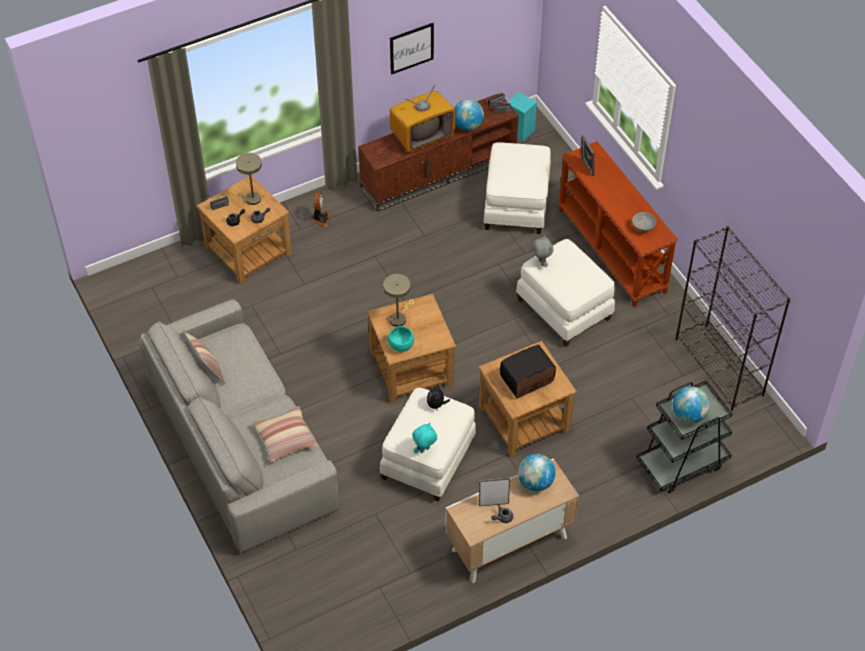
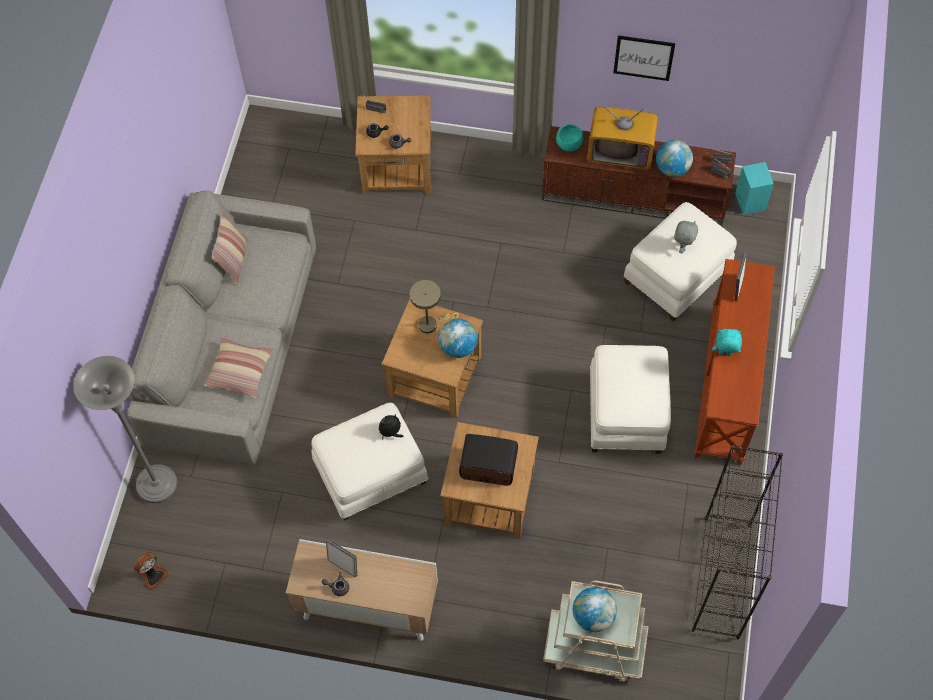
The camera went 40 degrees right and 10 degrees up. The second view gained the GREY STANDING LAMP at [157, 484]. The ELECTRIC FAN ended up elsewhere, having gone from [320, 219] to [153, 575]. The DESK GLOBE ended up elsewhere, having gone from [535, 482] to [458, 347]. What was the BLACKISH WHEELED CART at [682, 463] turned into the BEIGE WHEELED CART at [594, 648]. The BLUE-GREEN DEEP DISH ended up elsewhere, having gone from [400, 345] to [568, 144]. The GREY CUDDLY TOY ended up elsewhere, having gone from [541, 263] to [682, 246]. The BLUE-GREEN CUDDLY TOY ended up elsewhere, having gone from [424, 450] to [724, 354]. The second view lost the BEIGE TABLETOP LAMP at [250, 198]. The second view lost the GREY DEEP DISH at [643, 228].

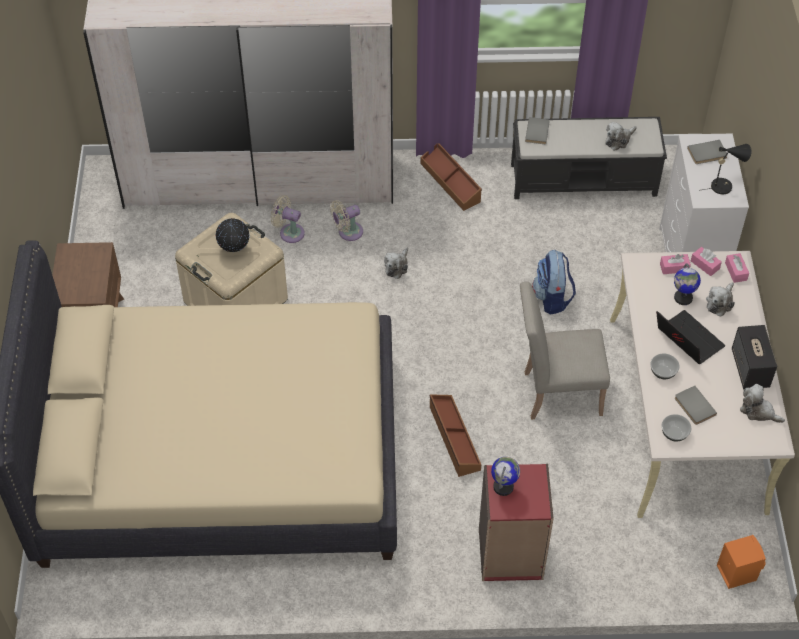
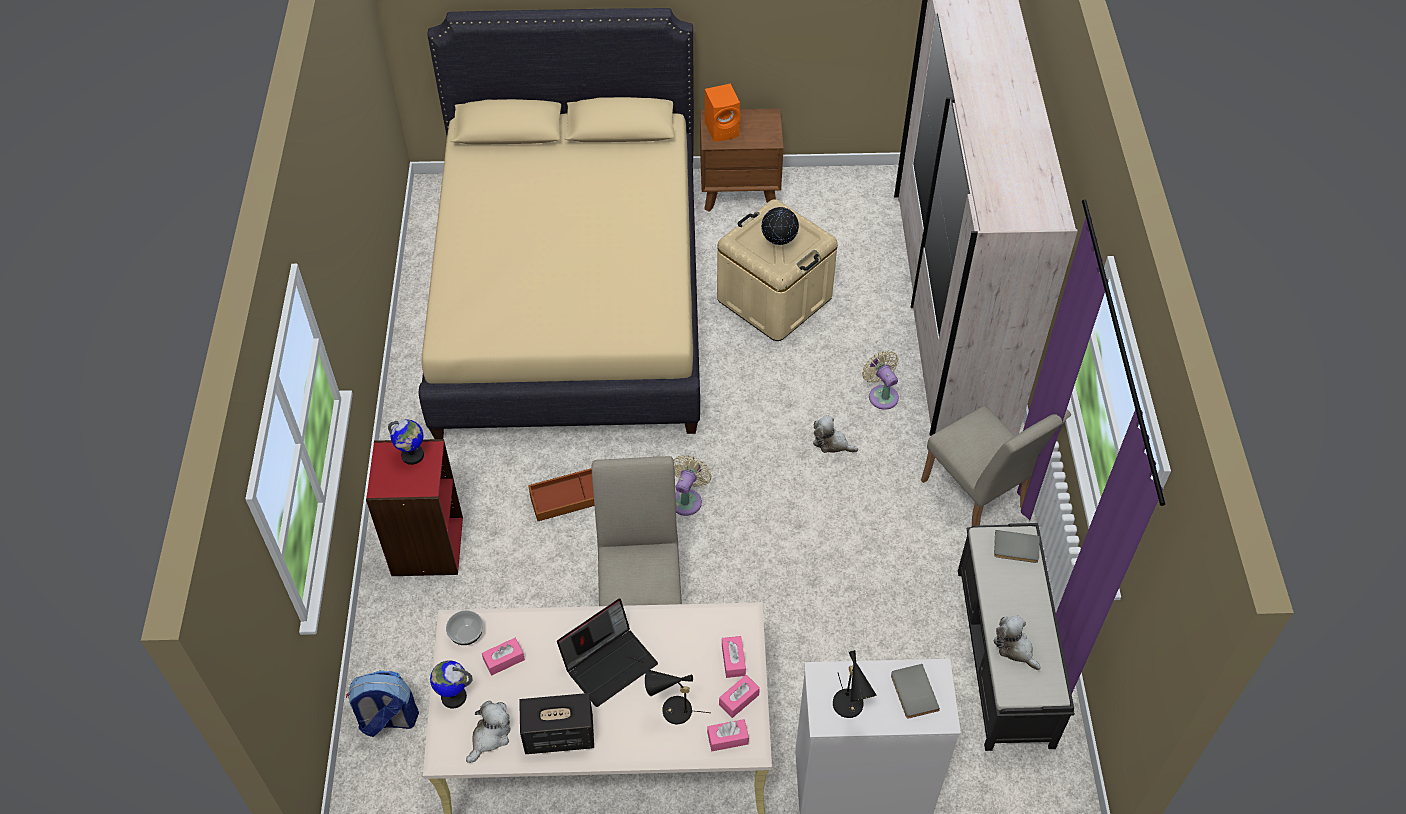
The camera went 90 degrees right and 0 degrees up. The BACKPACK ended up elsewhere, having gone from [552, 298] to [387, 719]. The DESK GLOBE ended up elsewhere, having gone from [683, 298] to [453, 696]. Where the GREY BOOK stood at [693, 407], the PINK TISSUE BOX came to stand at [504, 660]. Where the CUDDLY TOY stood at [720, 302], the BLACKISH TABLETOP LAMP came to stand at [672, 711]. The BEIGE ELECTRIC FAN ended up elsewhere, having gone from [289, 232] to [687, 499]. The ORANGEY SPEAKER ended up elsewhere, having gone from [736, 571] to [723, 129]. Where the BROWN-COLOURED STORAGE CONTAINER stood at [451, 182], the BEIGE UPRIGHT CHAIR came to stand at [978, 500]. The second view lost the DEEP DISH at [663, 372].

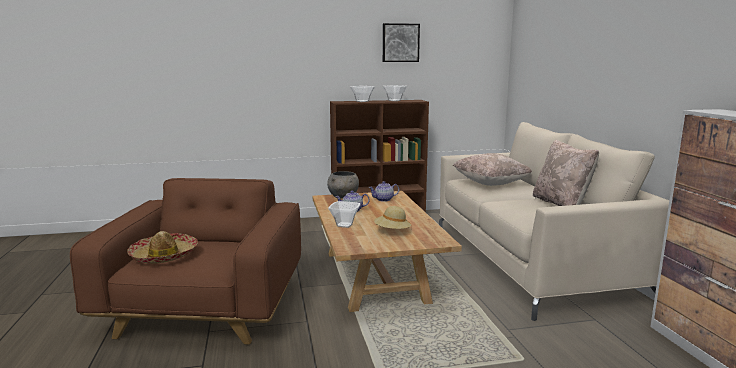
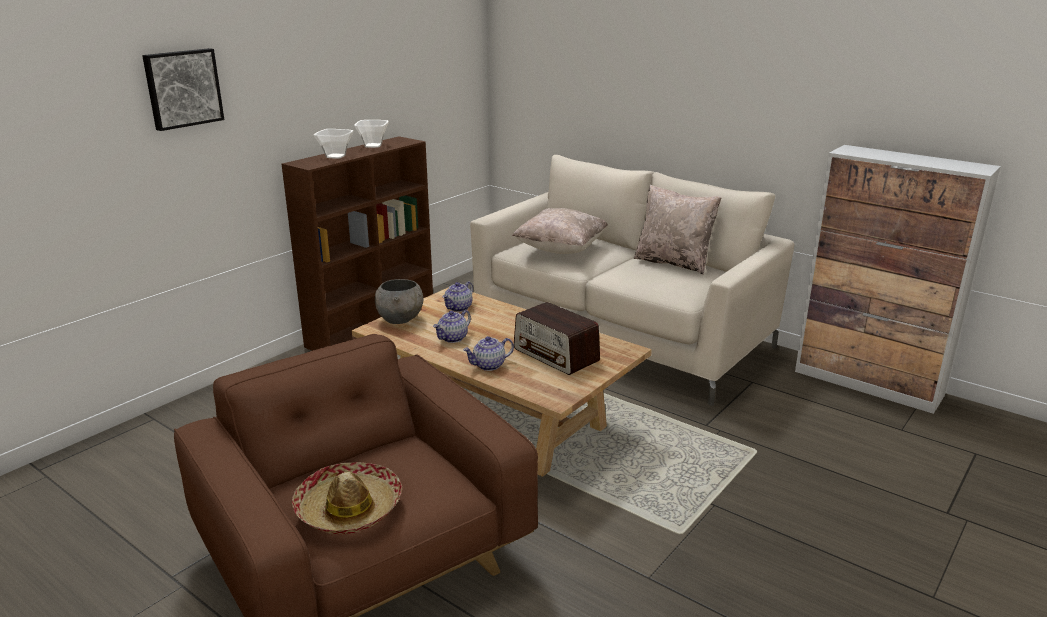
The camera went 40 degrees left and 10 degrees up. The PICTURE ended up elsewhere, having gone from [400, 43] to [182, 88]. Where the DEEP DISH stood at [345, 225], the POT FOR TEA came to stand at [489, 365]. Where the BEIGE CLOTHING HAT stood at [392, 231], the RADIO RECEIVER came to stand at [556, 355].

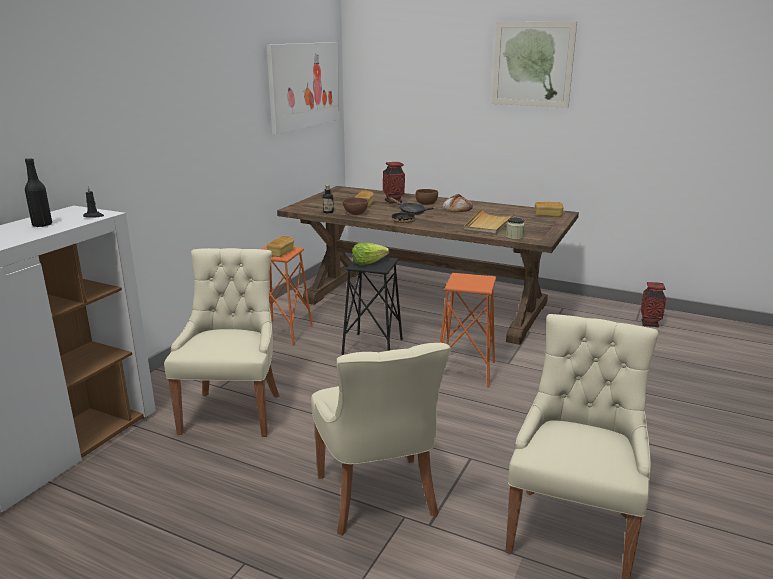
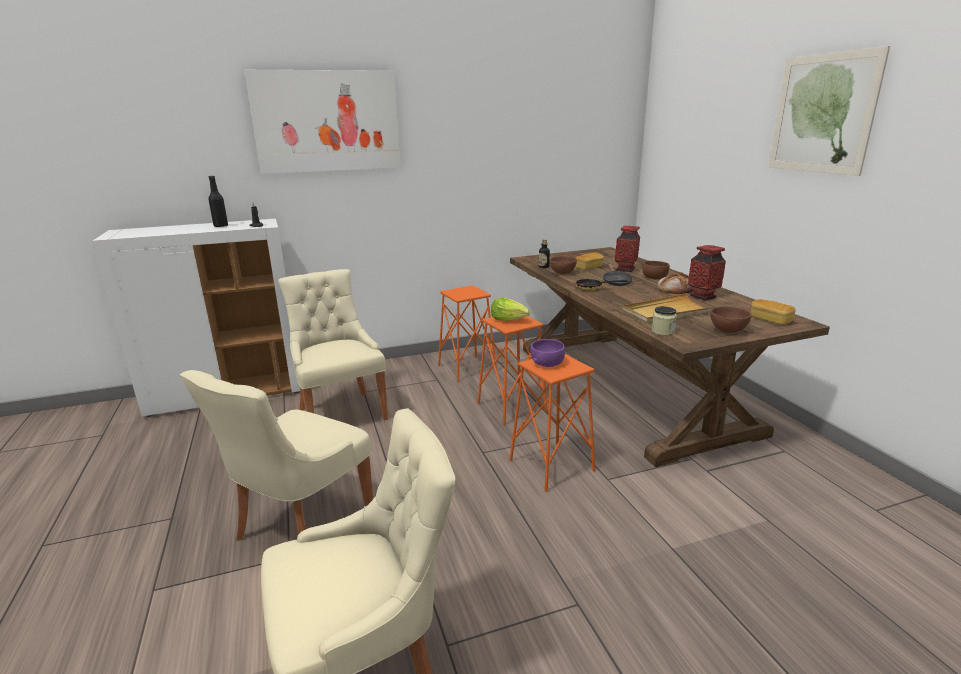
The camera went 45 degrees right and 0 degrees up. The PICTURE ended up elsewhere, having gone from [304, 85] to [327, 121]. The BEIGE UPRIGHT CHAIR at [233, 411] ended up facing another way, 75 degrees counterclockwise from before. What was the BLACKISH SITTING STOOL at [372, 347] turned into the ORANGEY SITTING STOOL at [511, 407]. The second view gained the PURPLISH DEEP DISH at [547, 363]. The FLOWER VASE ended up elsewhere, having gone from [649, 323] to [703, 297]. The second view gained the BROWN-COLOURED DEEP DISH at [727, 330]. The second view lost the BAKED BREAD at [281, 253].

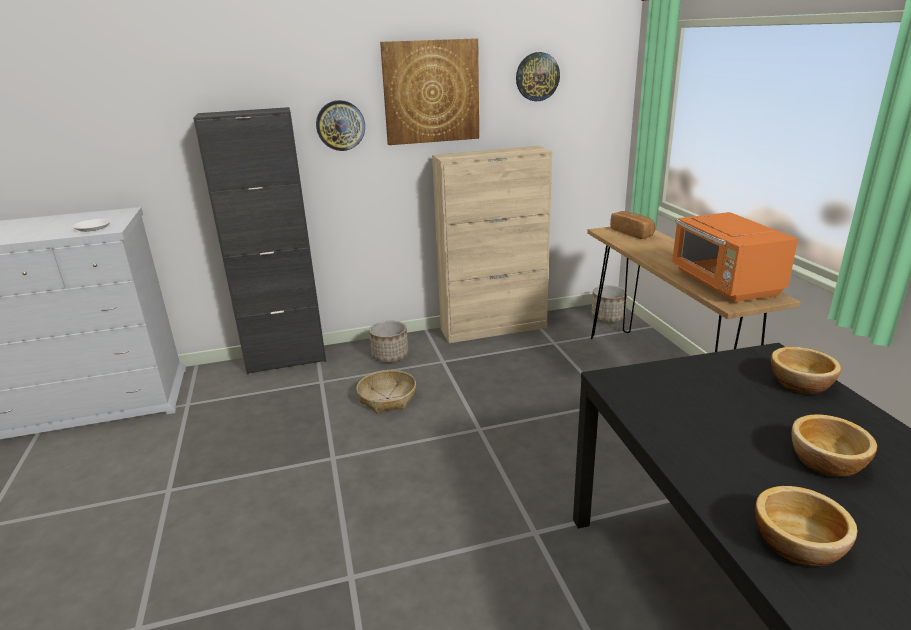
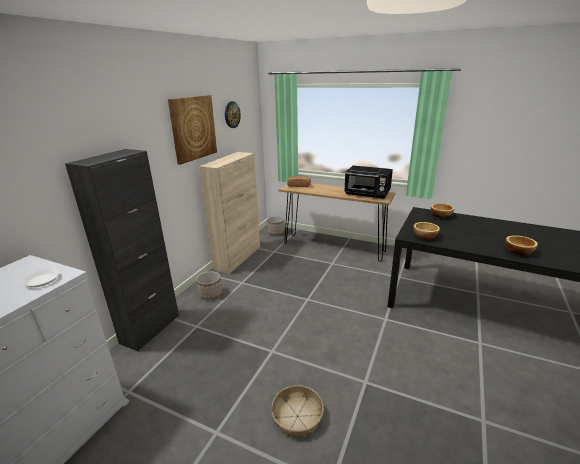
The camera went 50 degrees left and 0 degrees up. The HOUSEHOLD BASKET ended up elsewhere, having gone from [387, 398] to [297, 416]. What was the ORANGEY MICROWAVE at [724, 284] turned into the BLACKISH MICROWAVE at [367, 194]. The DEEP DISH ended up elsewhere, having gone from [827, 462] to [425, 236]. The second view lost the CLOCK ON THE WALL at [340, 125].

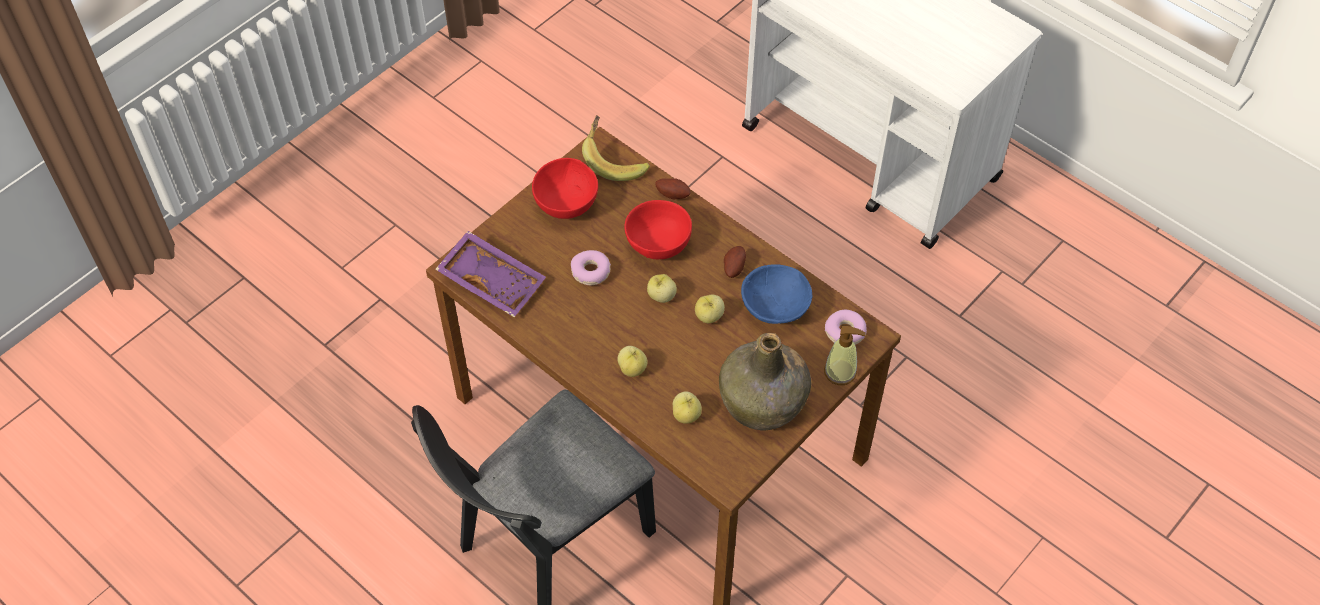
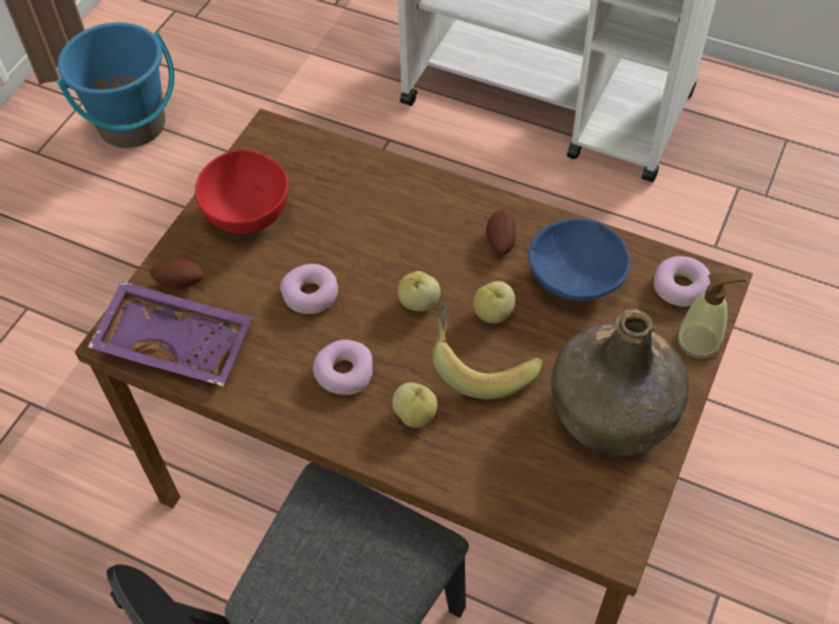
The camera went 15 degrees left and 0 degrees up. The second view gained the BLUE-COLOURED BUCKET at [132, 125]. The SPUD ended up elsewhere, having gone from [673, 194] to [180, 281]. The second view gained the DONUT at [344, 372]. The BANANA FRUIT ended up elsewhere, having gone from [615, 160] to [481, 363]. The second view lost the RED-COLOURED DEEP DISH at [656, 245]. The second view lost the APPLE FRUIT at [686, 415].

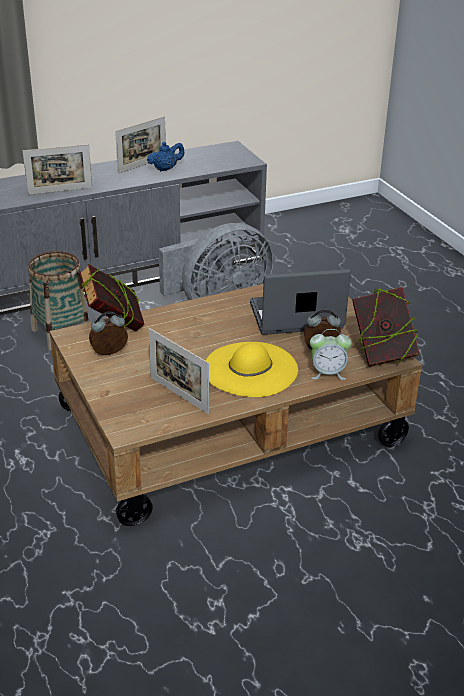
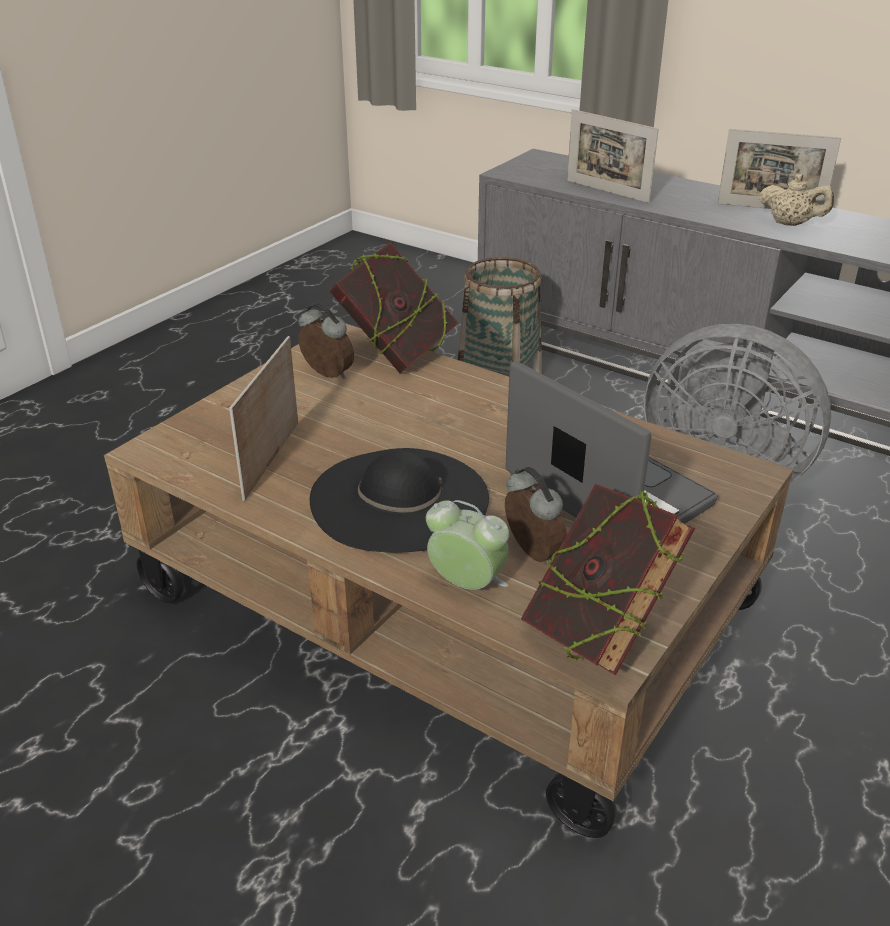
The camera went 60 degrees right and 0 degrees up. What was the YELLOW-COLOURED CLOTHING HAT at [250, 369] turned into the BLACKISH CLOTHING HAT at [399, 499]. The TABLE CLOCK at [328, 373] ended up facing another way, 150 degrees clockwise from before. What was the BLUE-COLOURED POT FOR TEA at [165, 169] turned into the BEIGE POT FOR TEA at [790, 224].

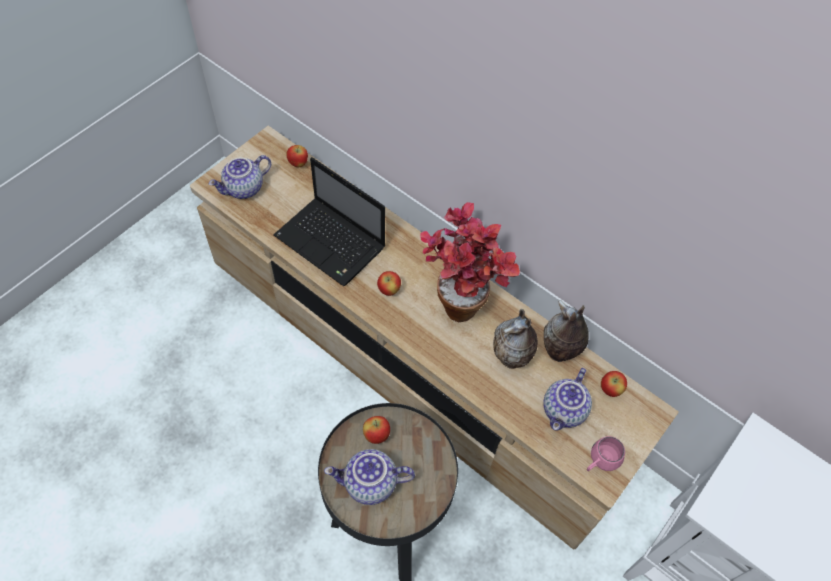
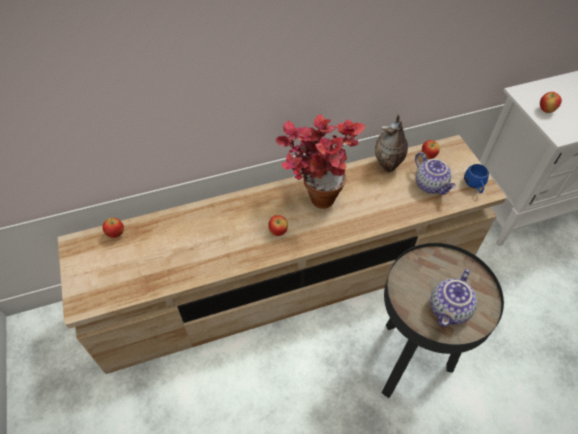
The camera went 55 degrees left and 5 degrees down. What was the PINK TEA MUG at [600, 462] turned into the BLUE-COLOURED TEA MUG at [474, 186]. The APPLE FRUIT ended up elsewhere, having gone from [376, 435] to [546, 110]. The second view lost the POT FOR TEA at [244, 189]. The second view lost the LAPTOP at [332, 243]. The second view lost the FLOWER VASE at [511, 359].

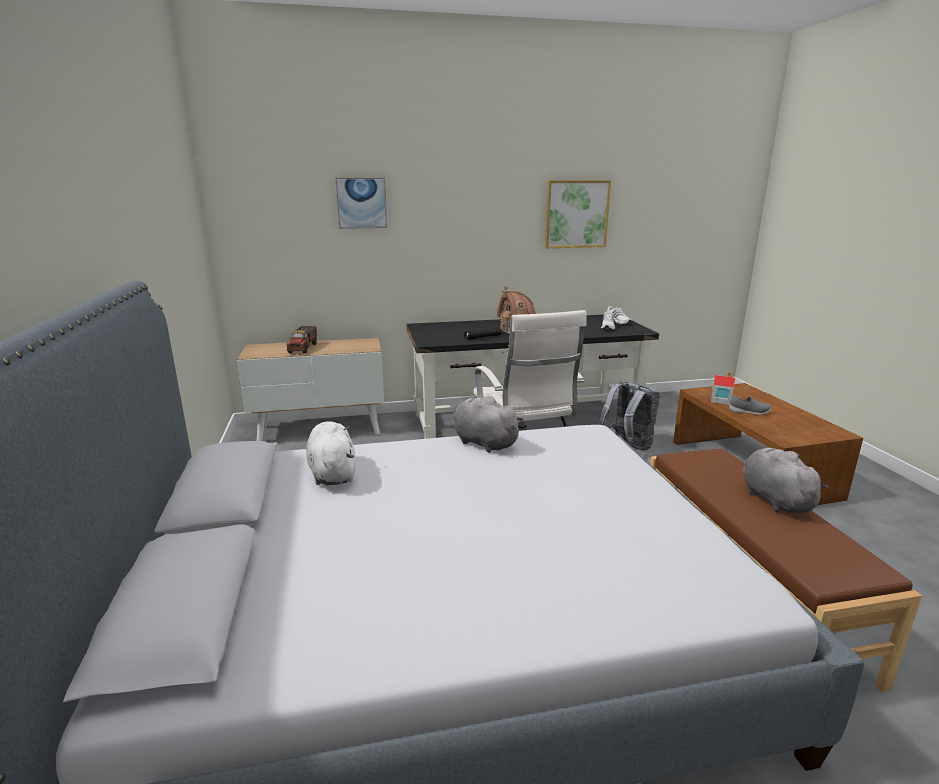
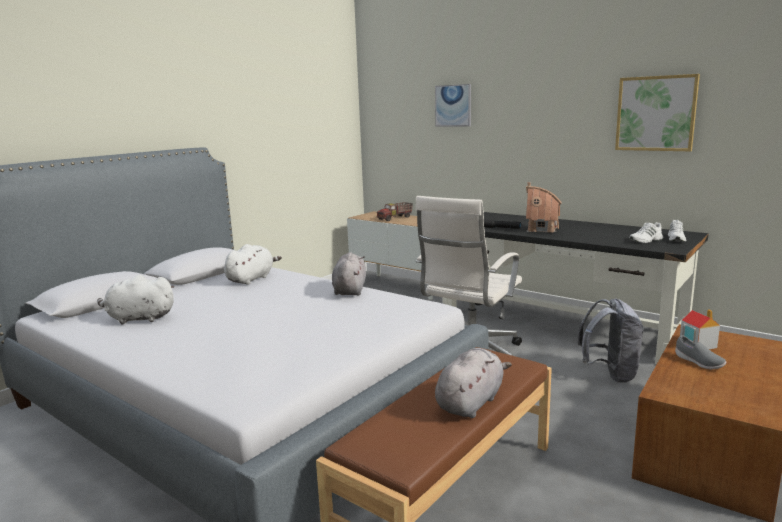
The camera went 50 degrees right and 5 degrees down. The second view gained the WHITISH CUDDLY TOY at [138, 319].

